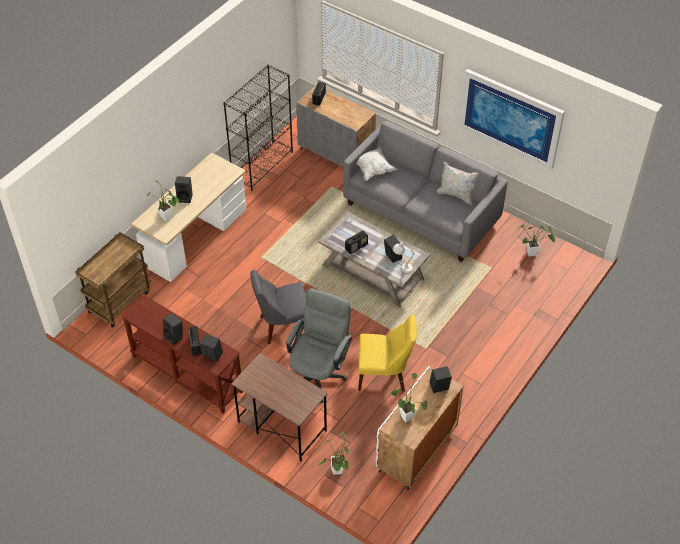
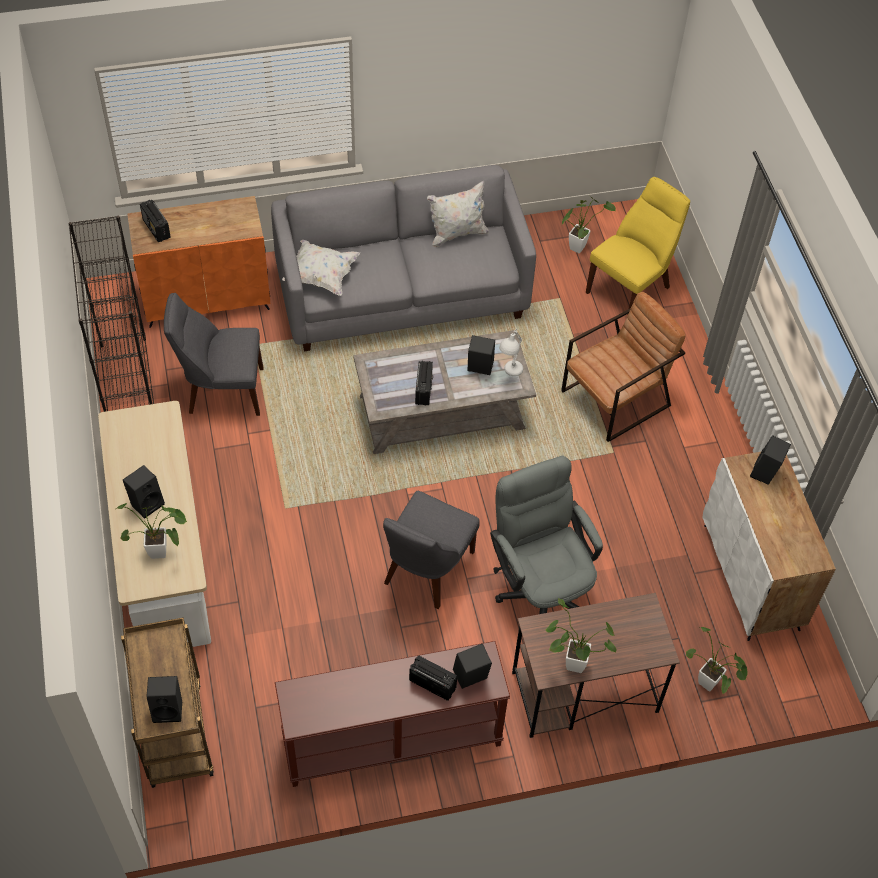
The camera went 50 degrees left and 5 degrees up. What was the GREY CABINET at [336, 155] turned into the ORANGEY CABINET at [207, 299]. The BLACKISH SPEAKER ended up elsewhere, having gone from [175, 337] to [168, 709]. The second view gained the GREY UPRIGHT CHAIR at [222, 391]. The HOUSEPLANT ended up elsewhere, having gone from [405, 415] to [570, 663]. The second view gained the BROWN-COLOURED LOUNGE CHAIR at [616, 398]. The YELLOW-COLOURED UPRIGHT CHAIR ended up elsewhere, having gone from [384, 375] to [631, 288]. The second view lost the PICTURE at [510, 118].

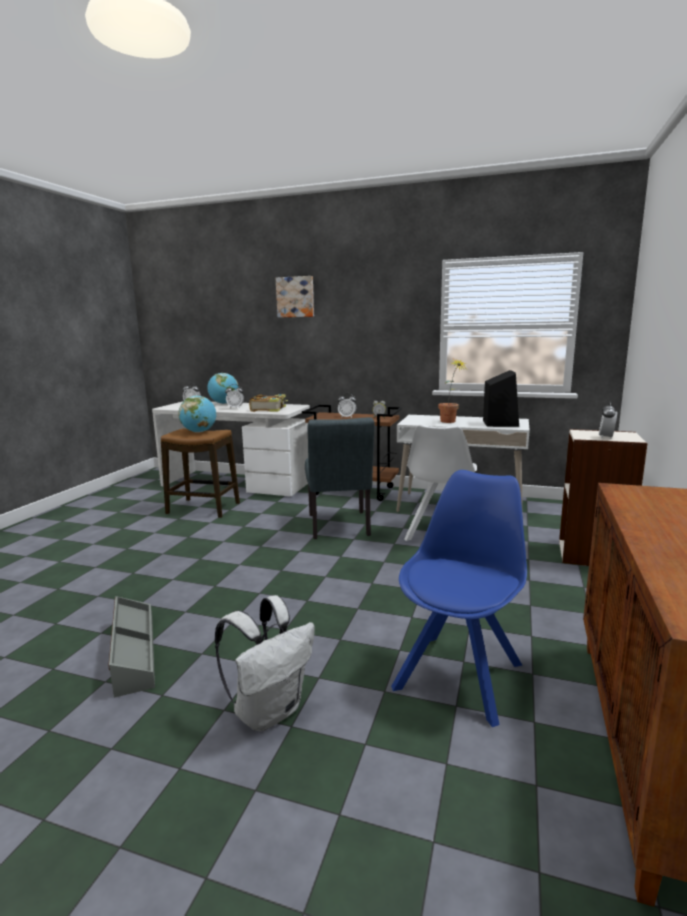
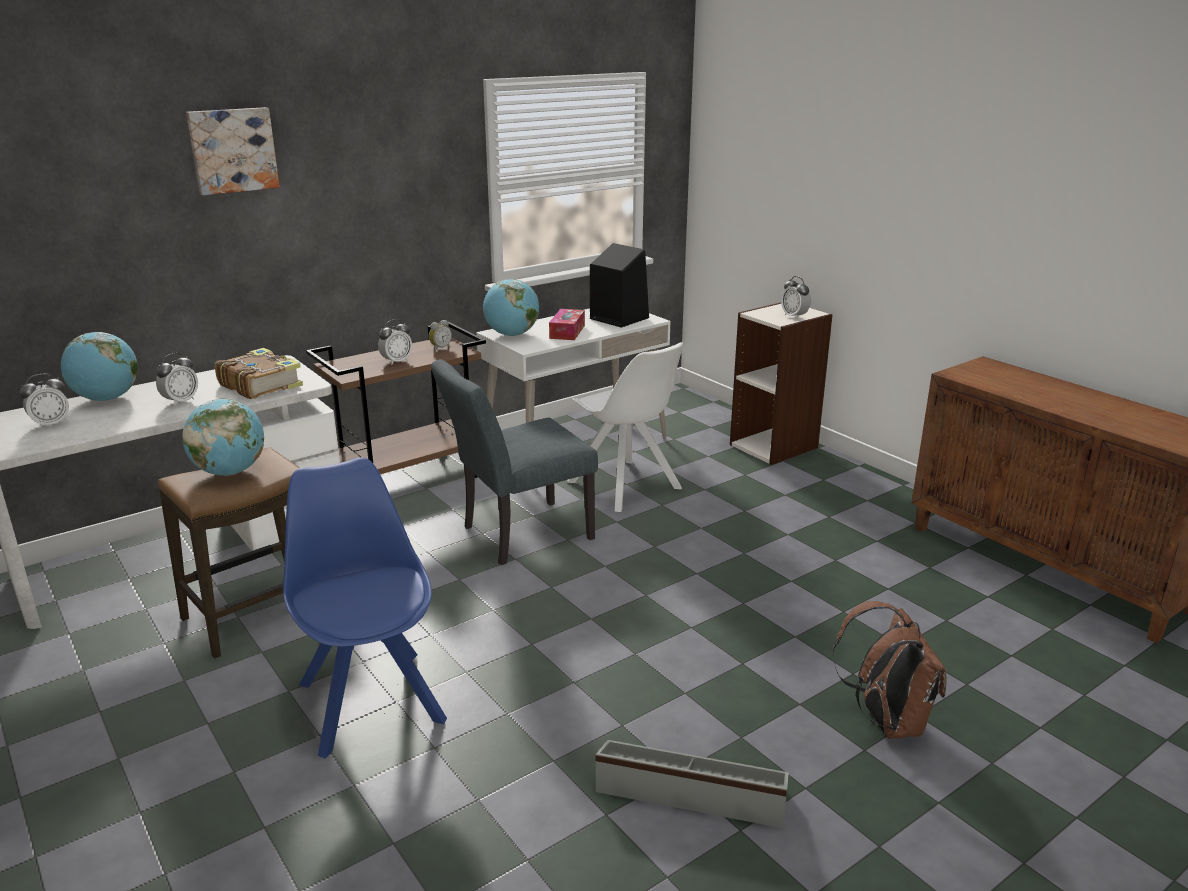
The camera went 55 degrees left and 10 degrees up. The BLUE-COLOURED UPRIGHT CHAIR ended up elsewhere, having gone from [460, 673] to [370, 699]. The GREY UPRIGHT CHAIR at [339, 527] ended up facing another way, 120 degrees clockwise from before. The second view gained the DESK GLOBE at [512, 335]. Where the HOUSEPLANT stood at [450, 422], the TISSUE BOX came to stand at [567, 332]. What was the WHITISH BACKPACK at [269, 710] turned into the BROWN-COLOURED BACKPACK at [886, 721].

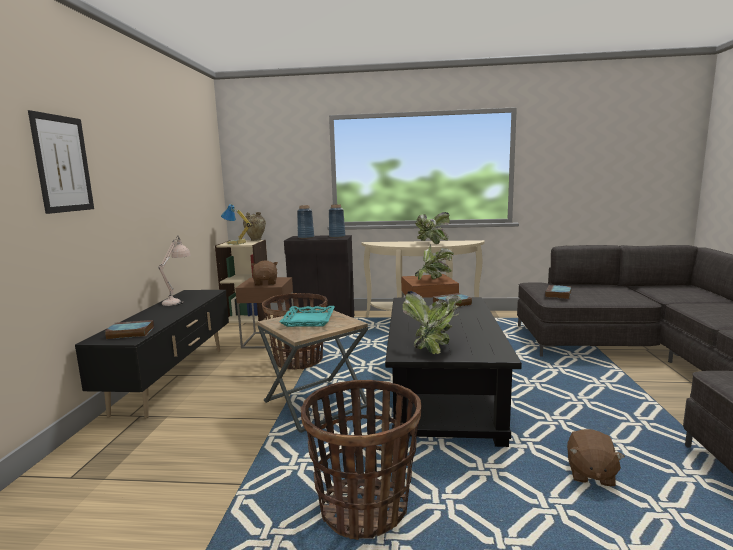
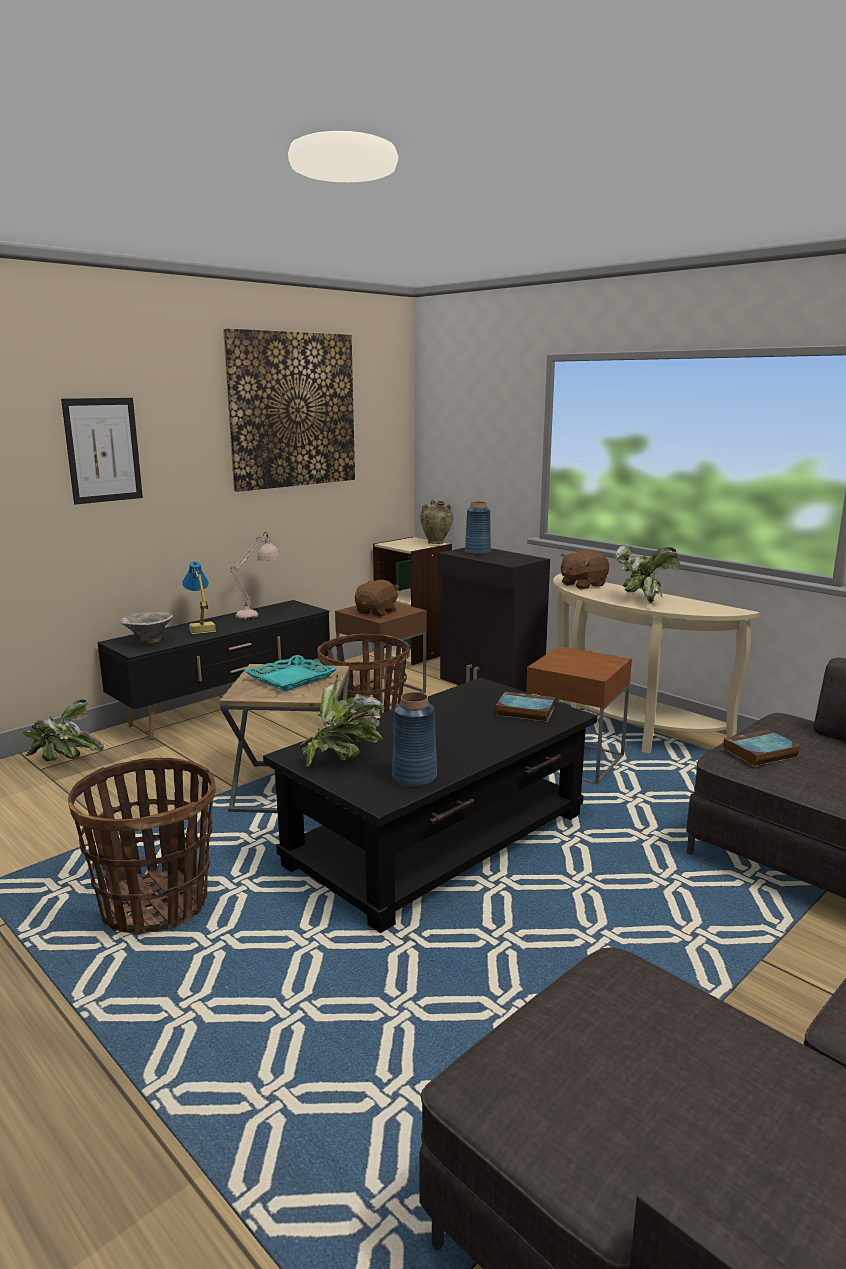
The camera went 40 degrees right and 5 degrees up. The HOUSEPLANT ended up elsewhere, having gone from [434, 280] to [64, 761]. Where the BOOK stood at [129, 333], the DEEP DISH came to stand at [148, 642]. The TABLETOP LAMP ended up elsewhere, having gone from [236, 243] to [201, 630]. The second view gained the PICTURE at [292, 410]. The BLUE-COLOURED FLOWER VASE ended up elsewhere, having gone from [337, 237] to [414, 777]. The BROWN-COLOURED CUDDLY TOY ended up elsewhere, having gone from [590, 474] to [582, 585].

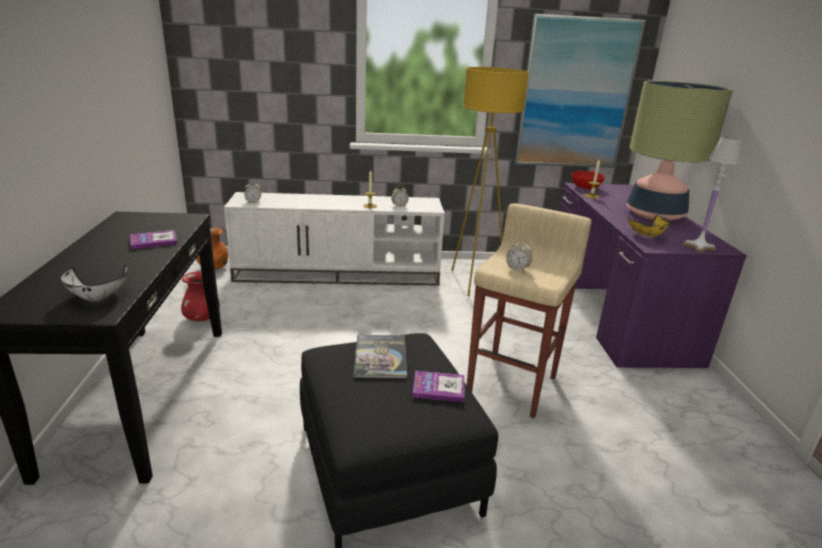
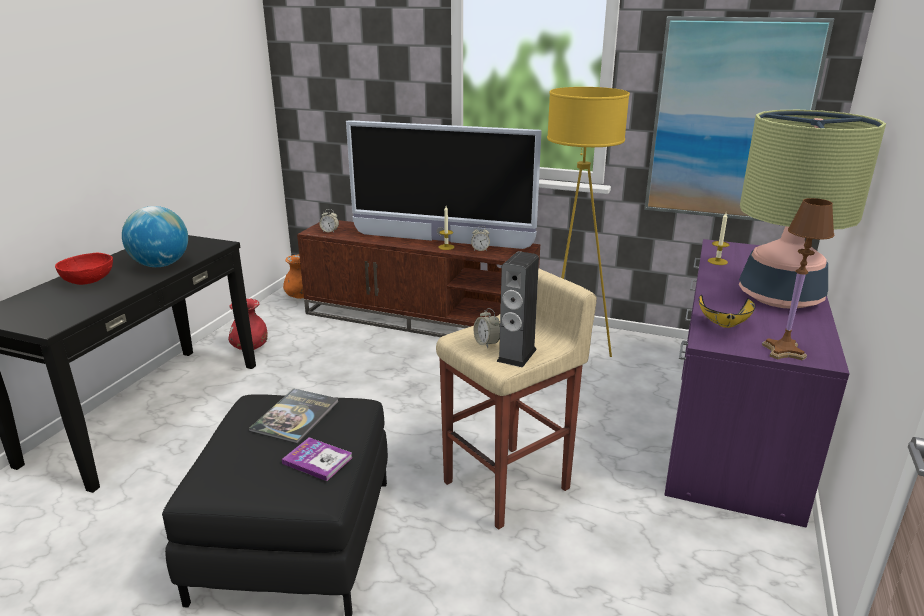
The camera went 25 degrees right and 0 degrees up. The RED-COLOURED DEEP DISH ended up elsewhere, having gone from [586, 187] to [89, 280]. Where the BOOK stood at [154, 241], the DESK GLOBE came to stand at [161, 265]. What was the WHITISH TV UNIT at [339, 273] turned into the BROWN-COLOURED TV UNIT at [420, 320]. The second view gained the TV SET at [441, 241]. The second view gained the SPEAKER at [516, 355]. What was the WHITISH TABLETOP LAMP at [699, 247] turned into the BROWN-COLOURED TABLETOP LAMP at [783, 351]. The second view lost the WHITISH DEEP DISH at [98, 298].

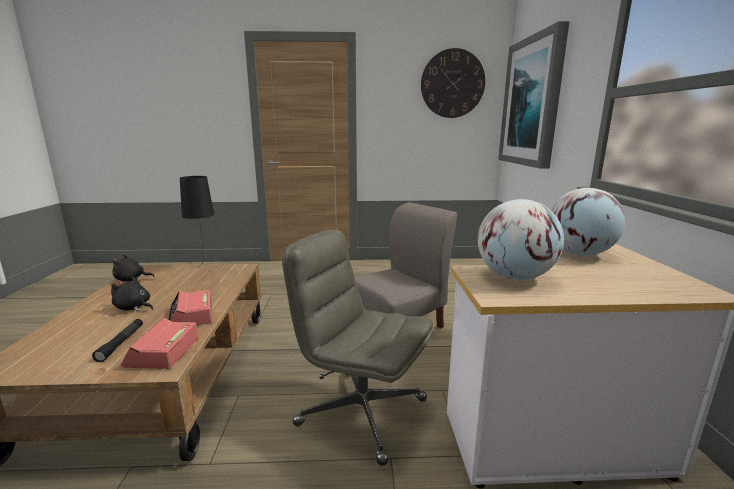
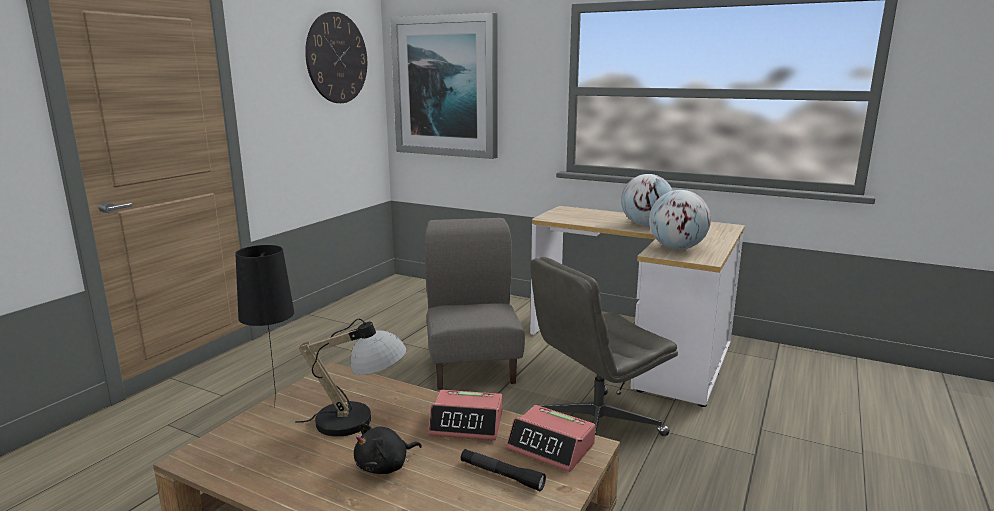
The camera went 60 degrees left and 0 degrees up. The second view gained the TABLETOP LAMP at [359, 420]. The second view lost the BLACKISH CUDDLY TOY at [131, 280].

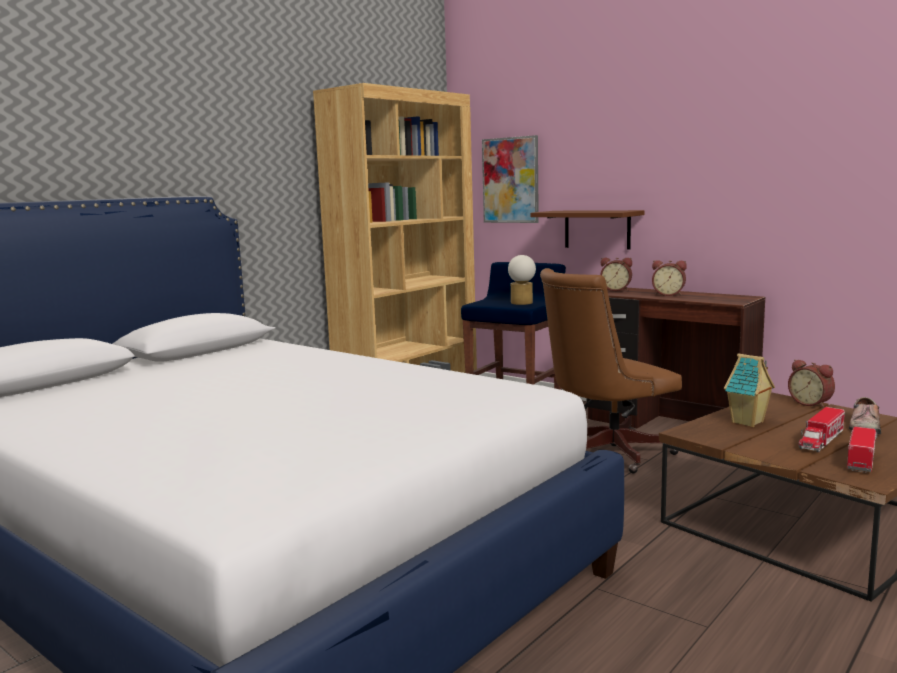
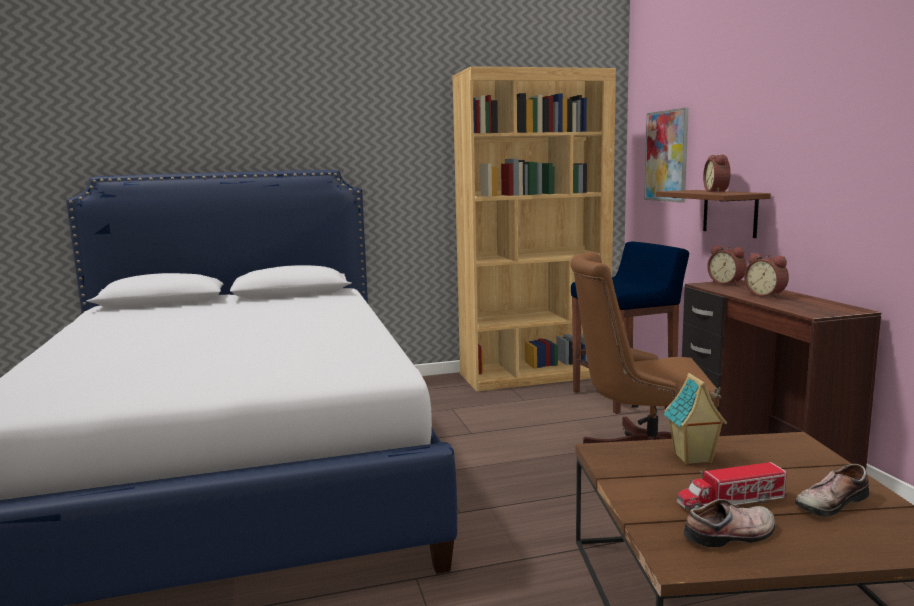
The camera went 35 degrees right and 0 degrees up. Where the MODEL TRUCK stood at [861, 458], the ITEM OF FOOTWEAR came to stand at [732, 535]. The TABLE CLOCK ended up elsewhere, having gone from [811, 403] to [718, 191]. The second view lost the TABLETOP LAMP at [521, 303].

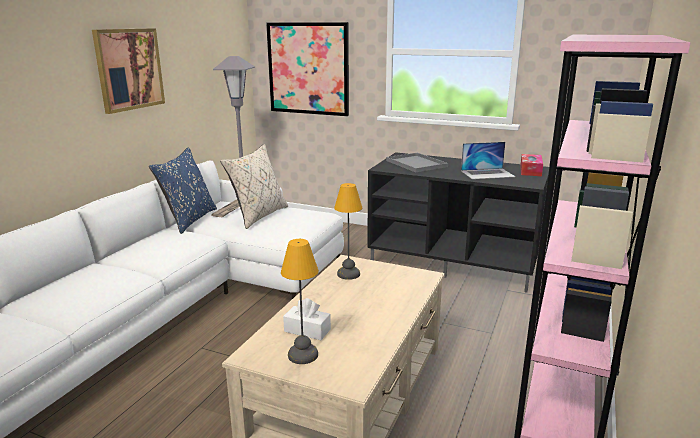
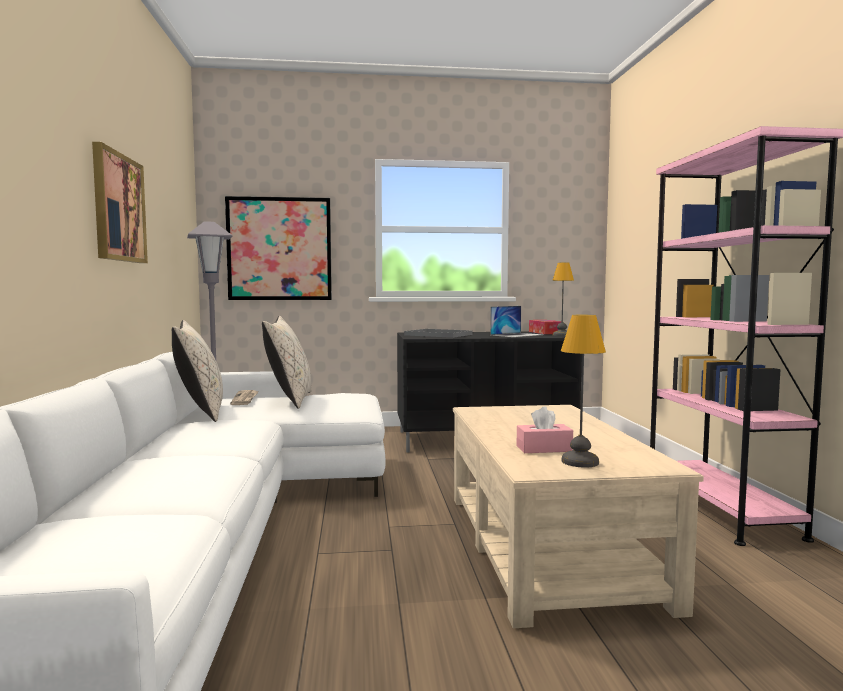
The camera went 30 degrees left and 15 degrees down. What was the BLUE-COLOURED PILLOW at [189, 220] turned into the BEIGE PILLOW at [200, 413]. What was the WHITISH TISSUE BOX at [307, 330] turned into the PINK TISSUE BOX at [544, 449]. The TABLETOP LAMP ended up elsewhere, having gone from [348, 274] to [561, 335].

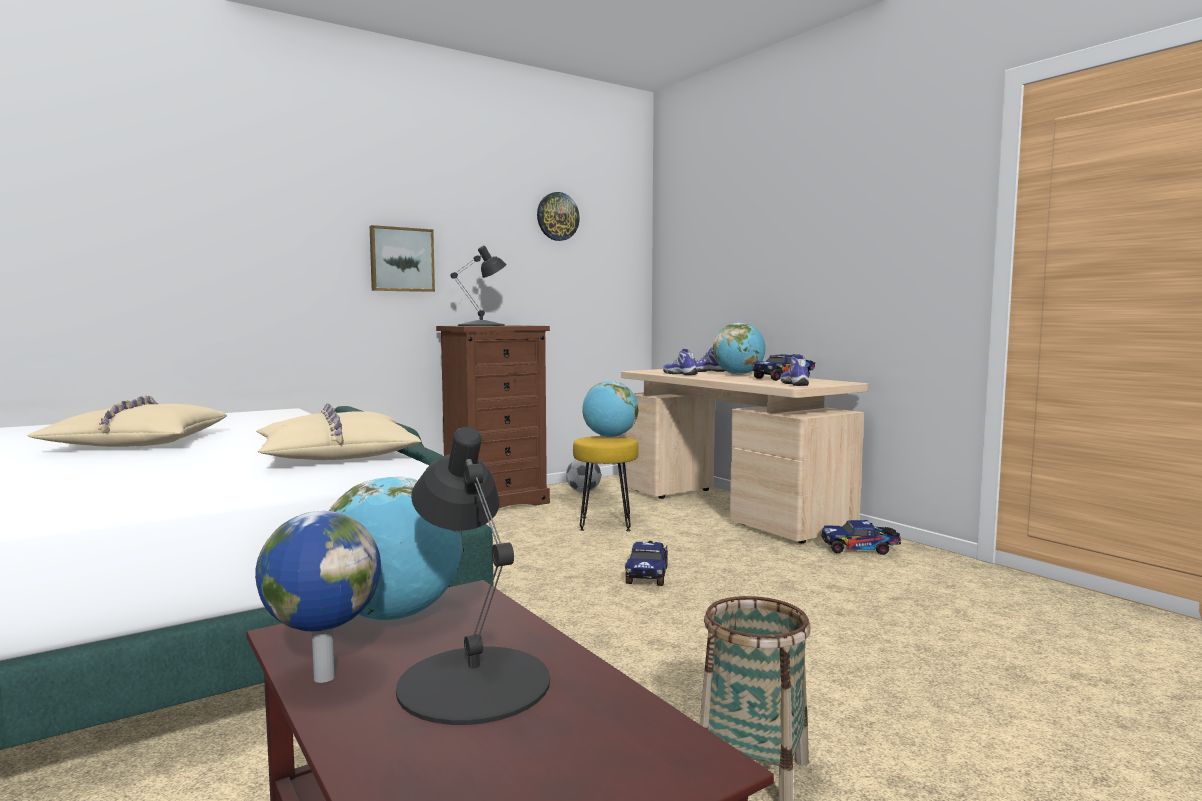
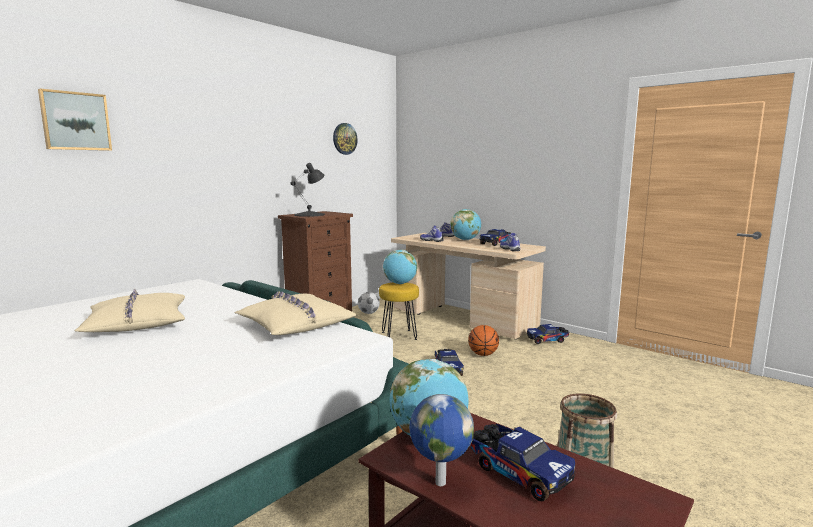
The camera went 15 degrees left and 5 degrees up. The PICTURE ended up elsewhere, having gone from [401, 259] to [75, 121]. The second view gained the BASKETBALL BALL at [483, 354]. Where the BLACKISH TABLETOP LAMP stood at [474, 682], the MODEL TRUCK came to stand at [518, 472].

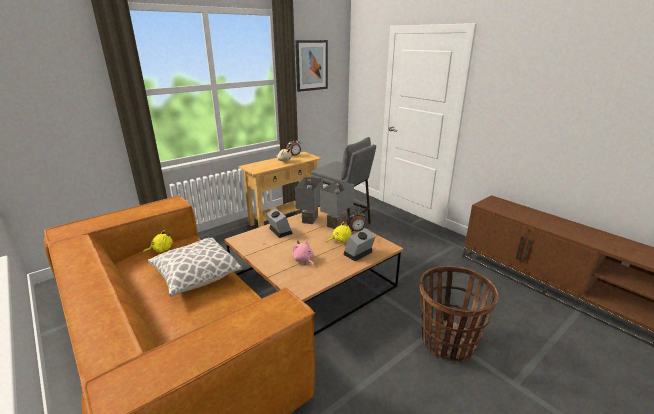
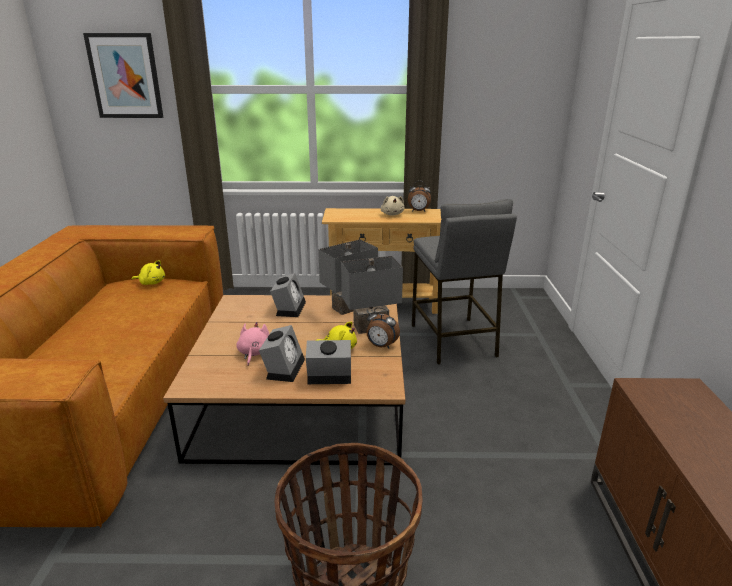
The camera went 40 degrees right and 0 degrees up. The PICTURE ended up elsewhere, having gone from [311, 65] to [125, 76]. The second view gained the TABLE CLOCK at [284, 368]. The second view lost the PILLOW at [196, 276].

